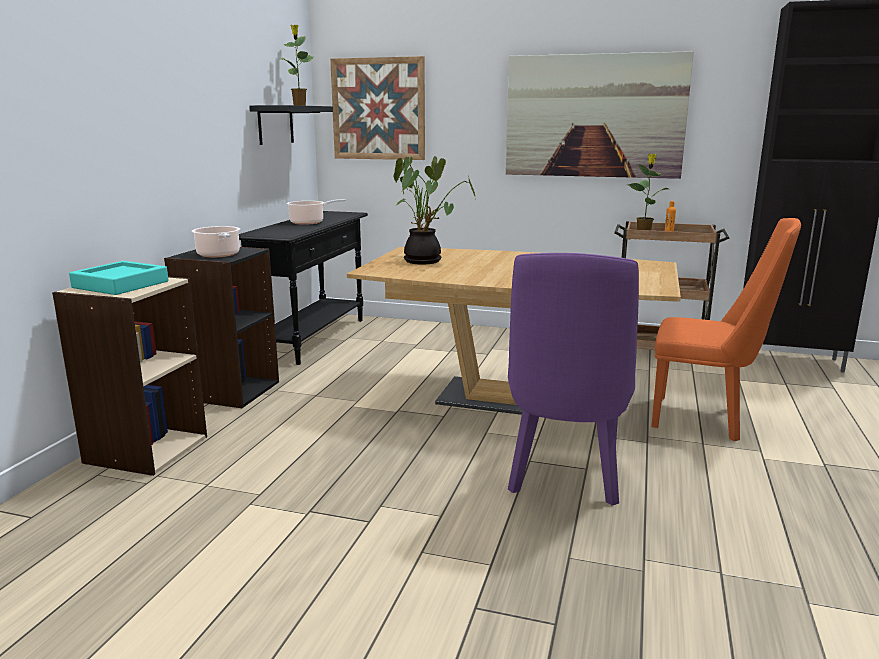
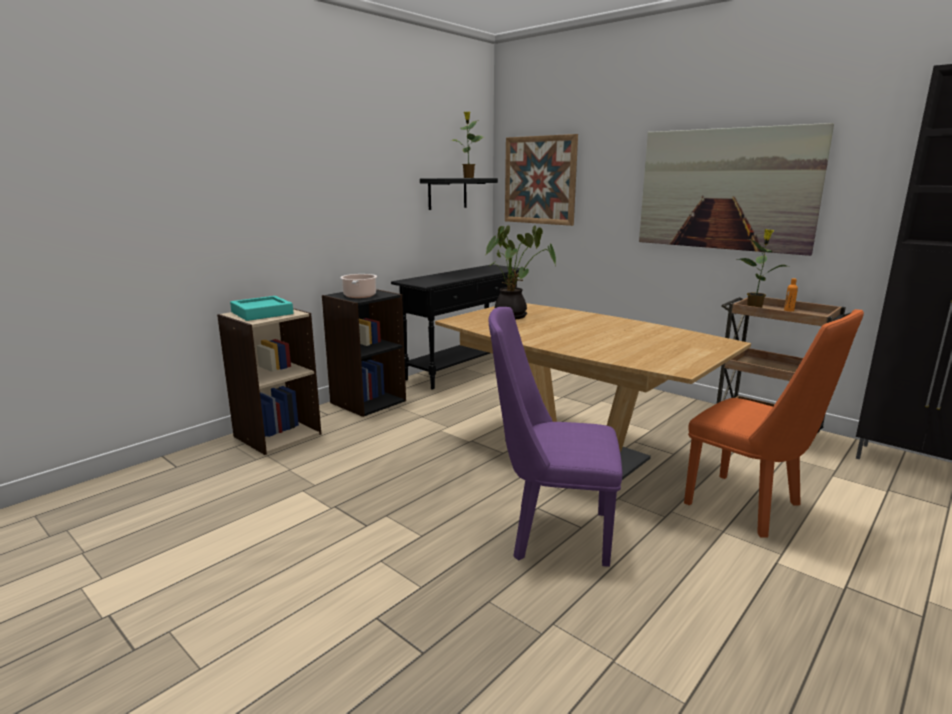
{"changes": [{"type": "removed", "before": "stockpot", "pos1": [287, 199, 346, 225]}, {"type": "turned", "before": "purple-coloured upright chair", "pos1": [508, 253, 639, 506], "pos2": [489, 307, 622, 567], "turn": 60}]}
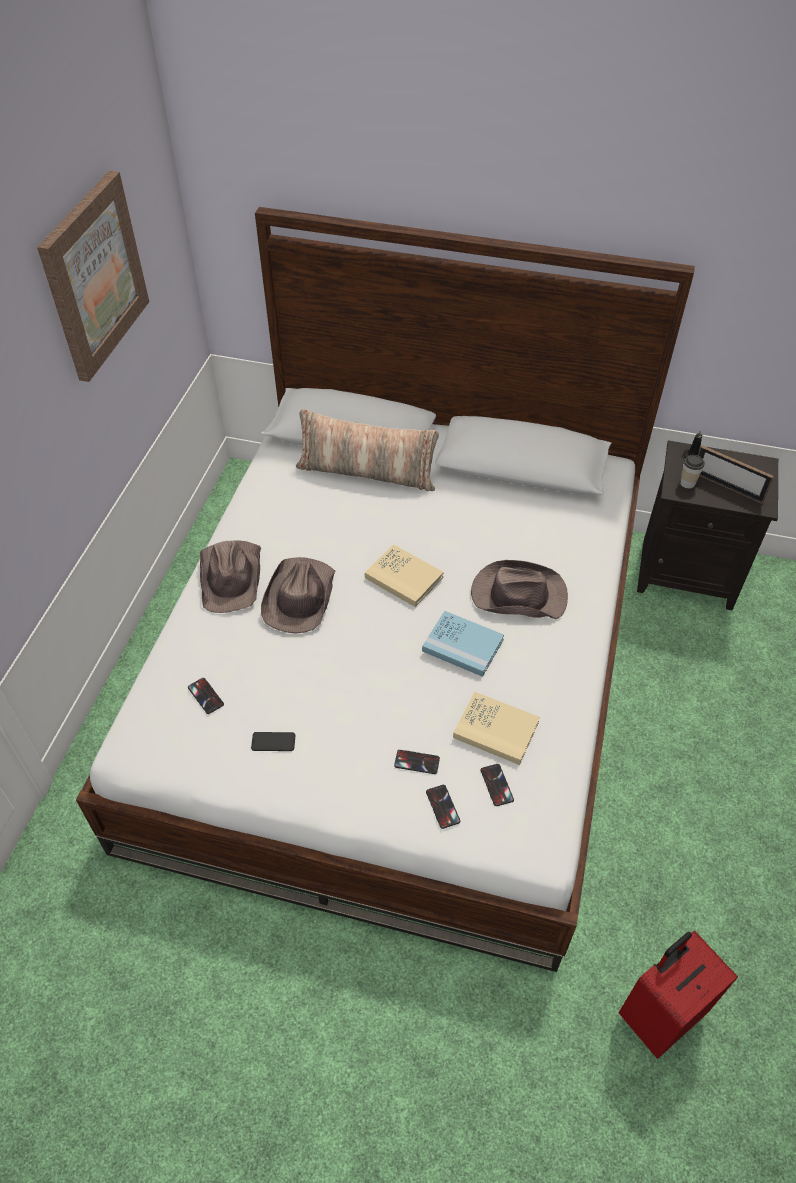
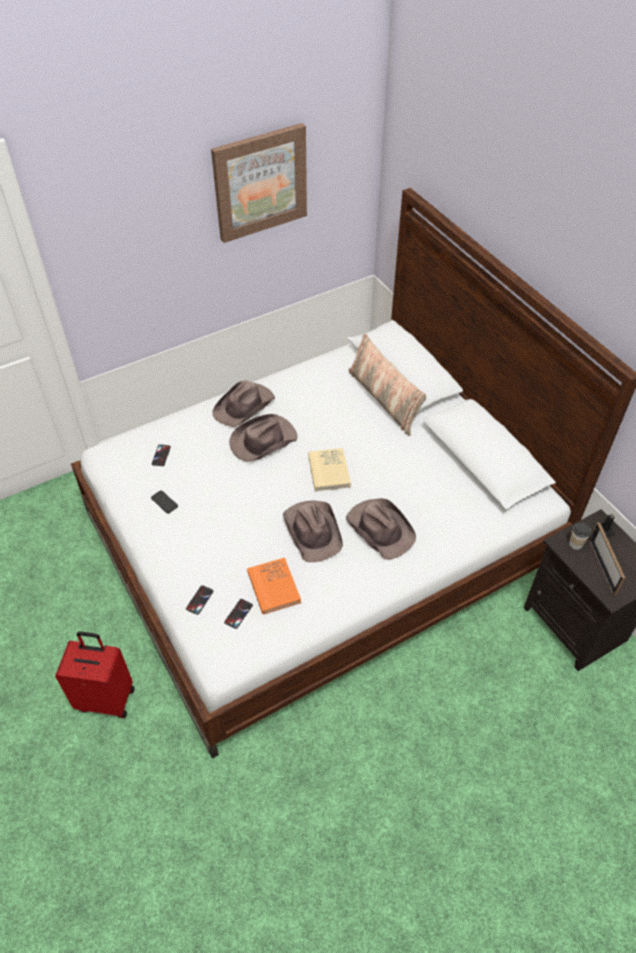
{"changes": [{"type": "removed", "before": "phone", "pos1": [394, 750, 440, 774]}, {"type": "moved", "before": "reddish piece of luggage", "pos1": [619, 931, 738, 1059], "pos2": [55, 631, 135, 718]}, {"type": "replaced", "before": "blue bound book", "after": "brown-coloured clothing hat", "pos1": [422, 611, 504, 677], "pos2": [283, 500, 343, 562]}, {"type": "recoloured", "before": "beige bound book", "after": "orange-coloured bound book", "pos1": [453, 692, 540, 765], "pos2": [247, 558, 301, 614]}]}
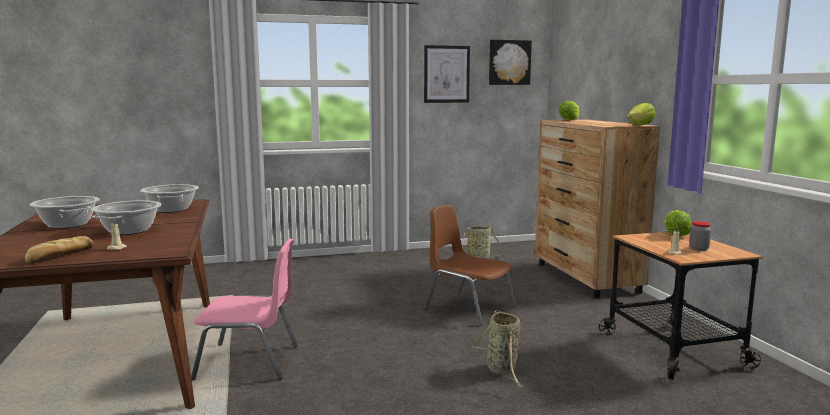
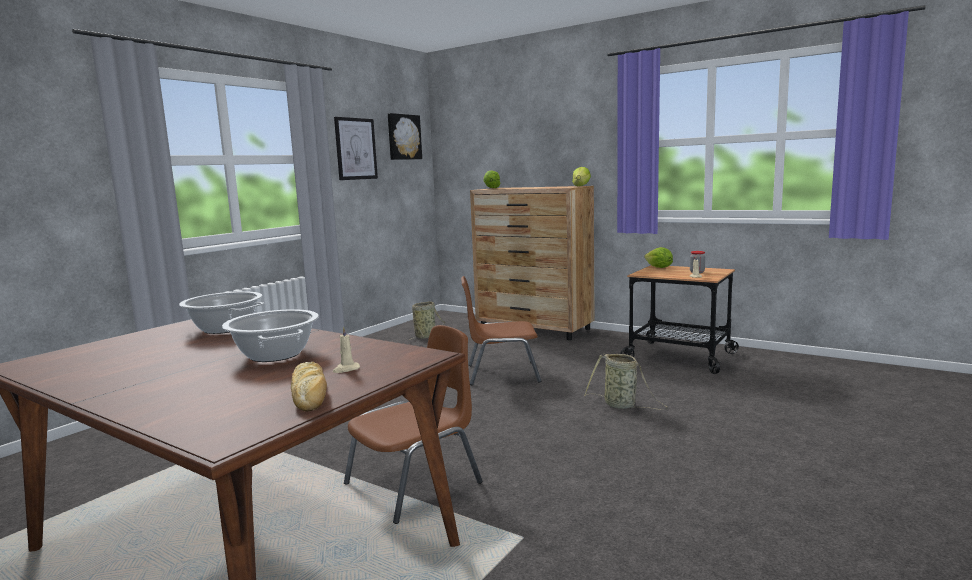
{"changes": [{"type": "removed", "before": "stockpot", "pos1": [30, 196, 100, 229]}, {"type": "recoloured", "before": "pinkish upright chair", "after": "brown-coloured upright chair", "pos1": [191, 239, 298, 380], "pos2": [344, 325, 482, 524]}]}
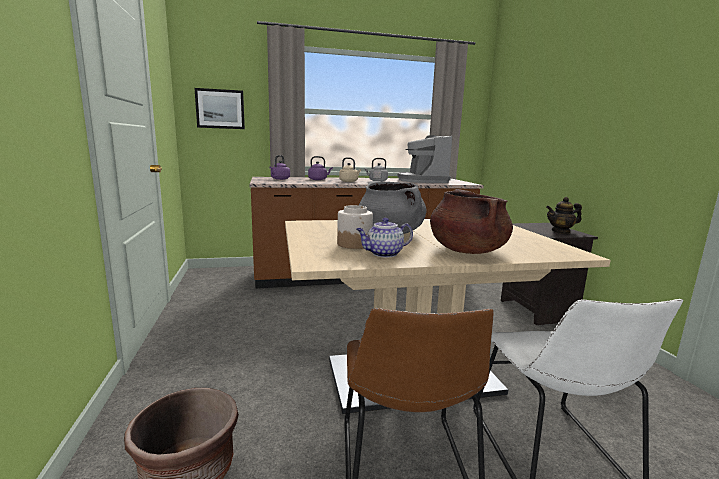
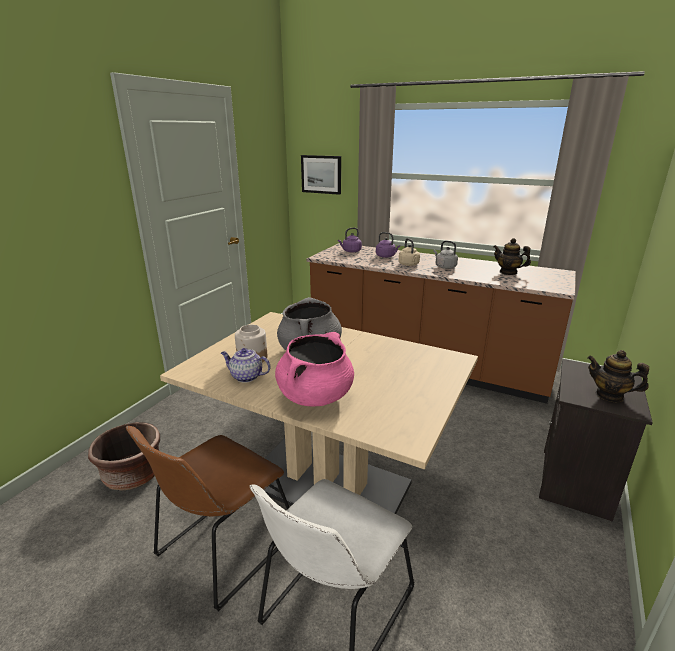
{"changes": [{"type": "replaced", "before": "coffee maker", "after": "teapot", "pos1": [397, 135, 452, 183], "pos2": [493, 238, 531, 275]}, {"type": "recoloured", "before": "brown-coloured stockpot", "after": "pinkish stockpot", "pos1": [430, 189, 513, 254], "pos2": [275, 332, 354, 407]}]}
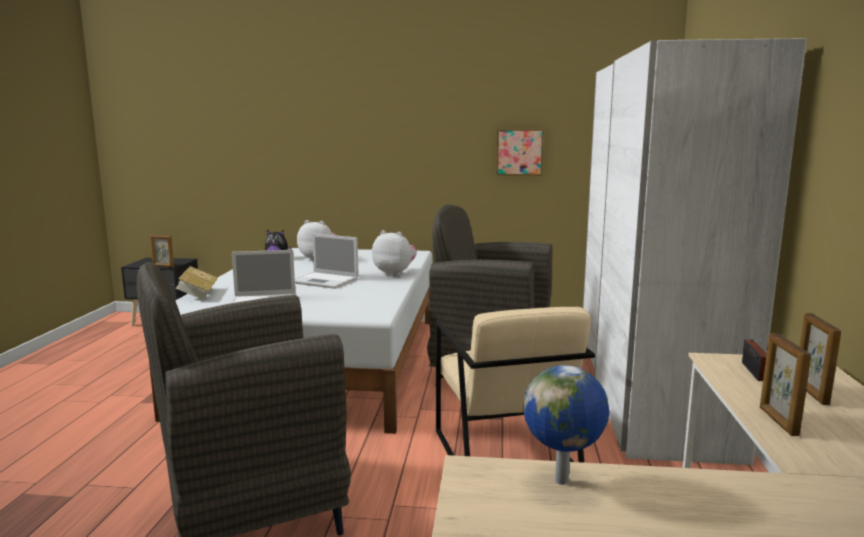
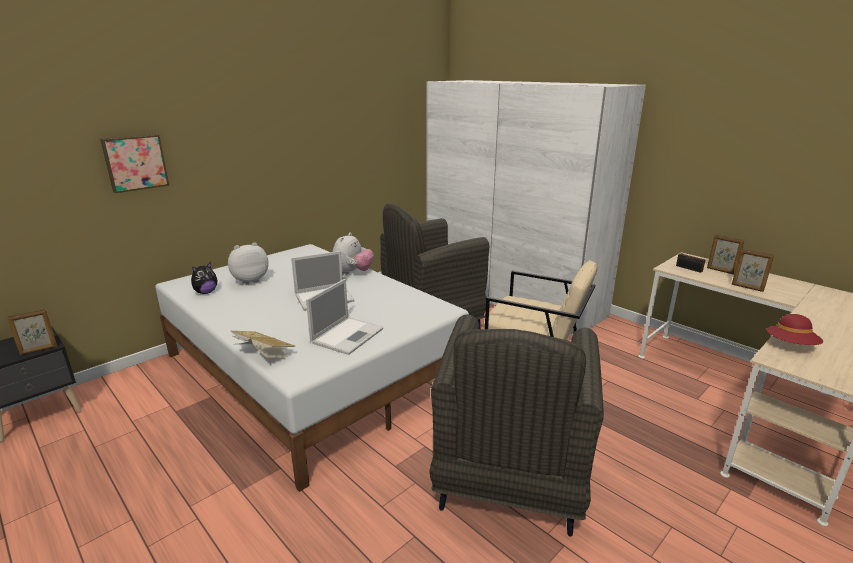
{"changes": [{"type": "moved", "before": "wall picture", "pos1": [496, 129, 544, 176], "pos2": [100, 134, 169, 193]}, {"type": "replaced", "before": "desk globe", "after": "reddish clothing hat", "pos1": [523, 365, 609, 485], "pos2": [767, 314, 823, 345]}, {"type": "turned", "before": "soft toy", "pos1": [372, 230, 417, 277], "pos2": [332, 233, 374, 275], "turn": 135}]}
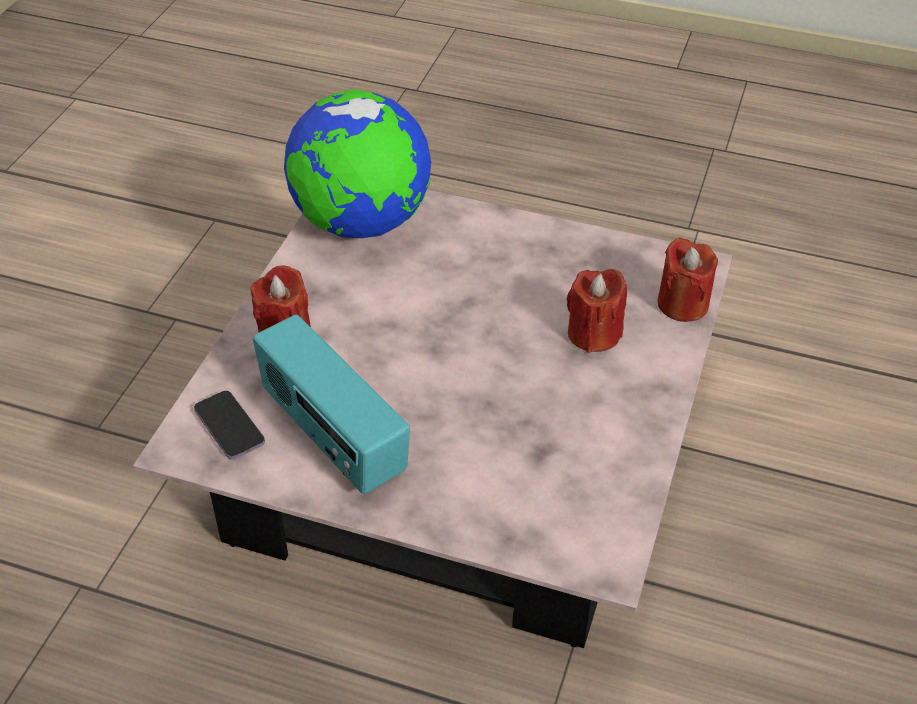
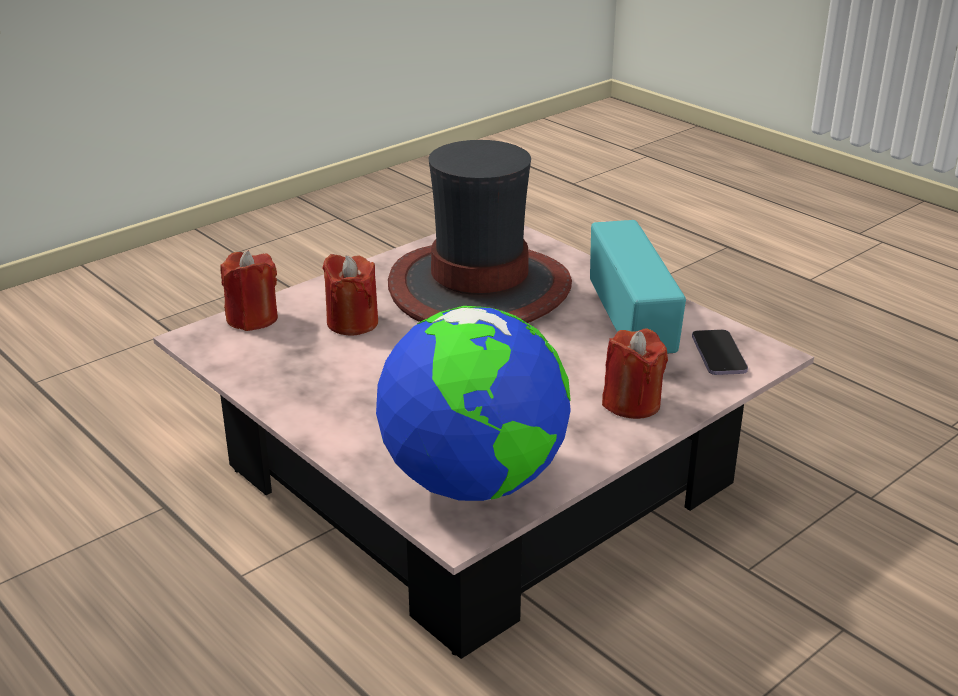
{"changes": [{"type": "added", "after": "clothing hat", "pos2": [388, 140, 572, 323]}]}
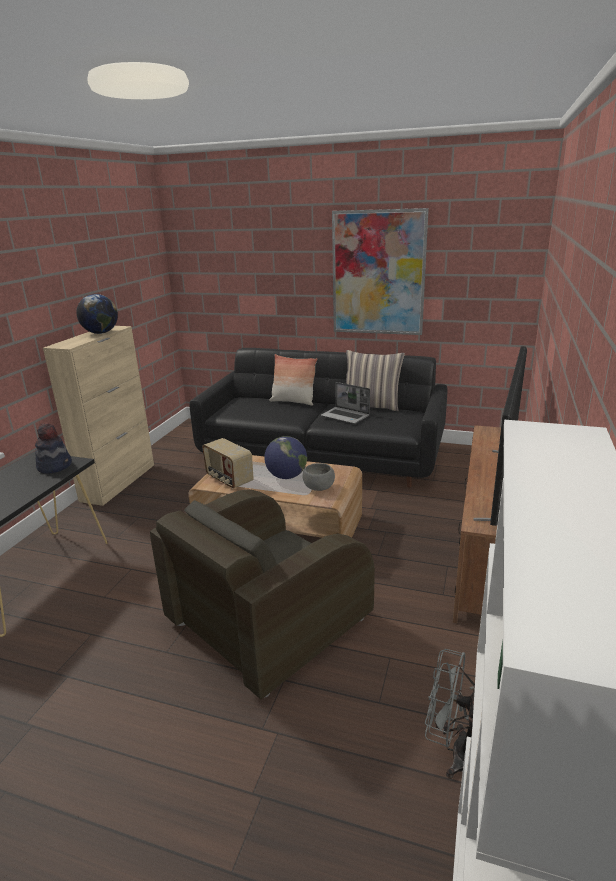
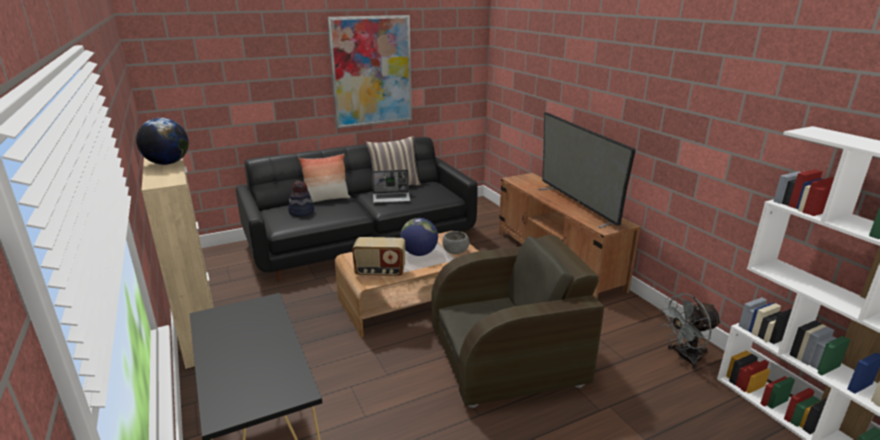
{"changes": [{"type": "moved", "before": "clothing hat", "pos1": [35, 423, 72, 474], "pos2": [288, 181, 314, 217]}, {"type": "turned", "before": "brown-coloured armchair", "pos1": [150, 489, 375, 699], "pos2": [432, 235, 604, 408], "turn": -105}]}
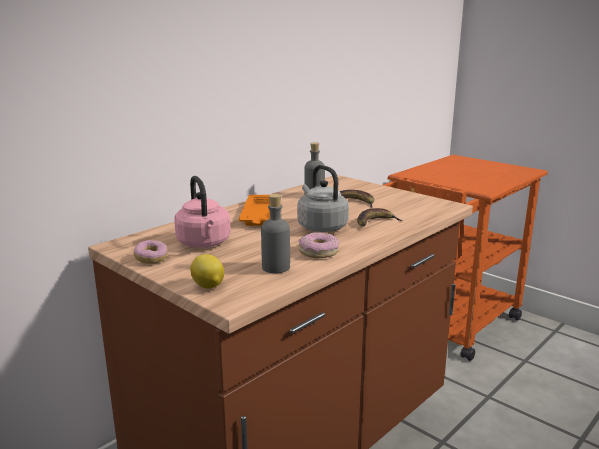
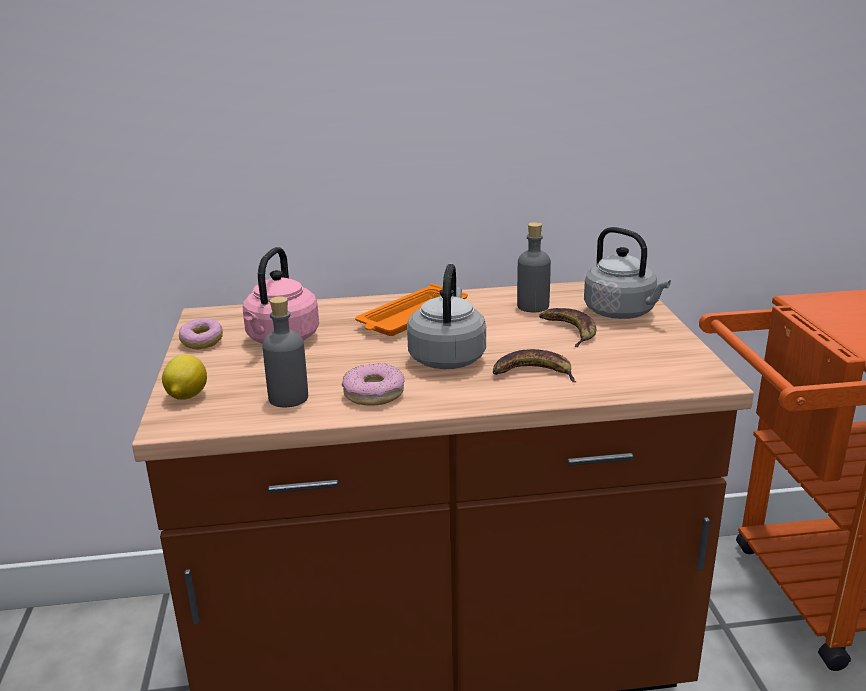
{"changes": [{"type": "added", "after": "gray kettle", "pos2": [584, 227, 671, 319]}]}
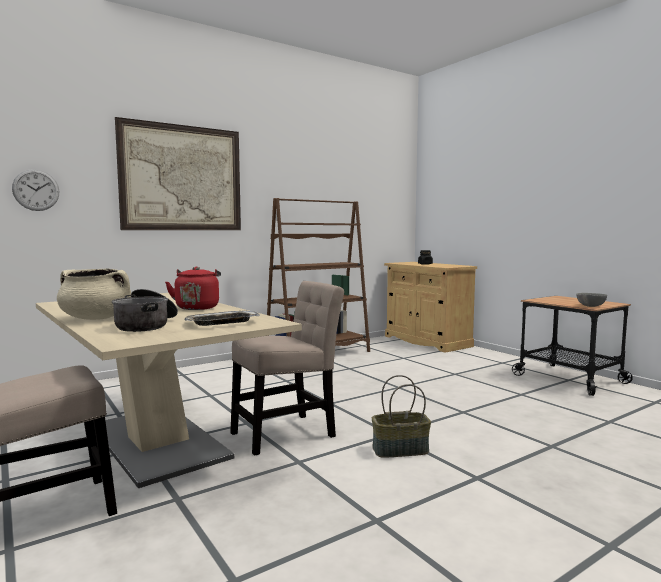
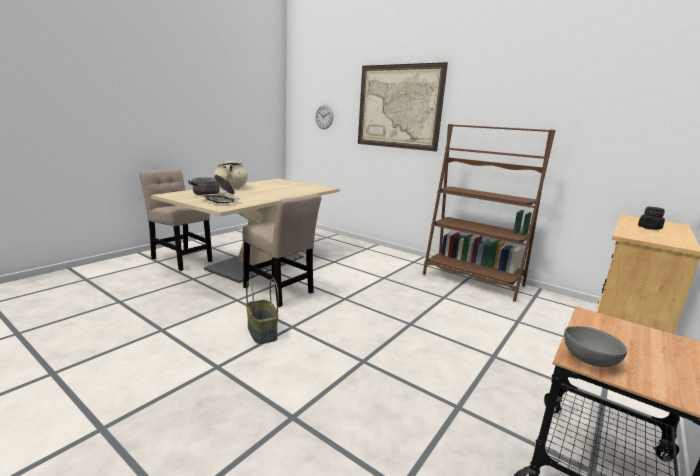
{"changes": [{"type": "removed", "before": "reddish kettle", "pos1": [165, 267, 221, 310]}]}
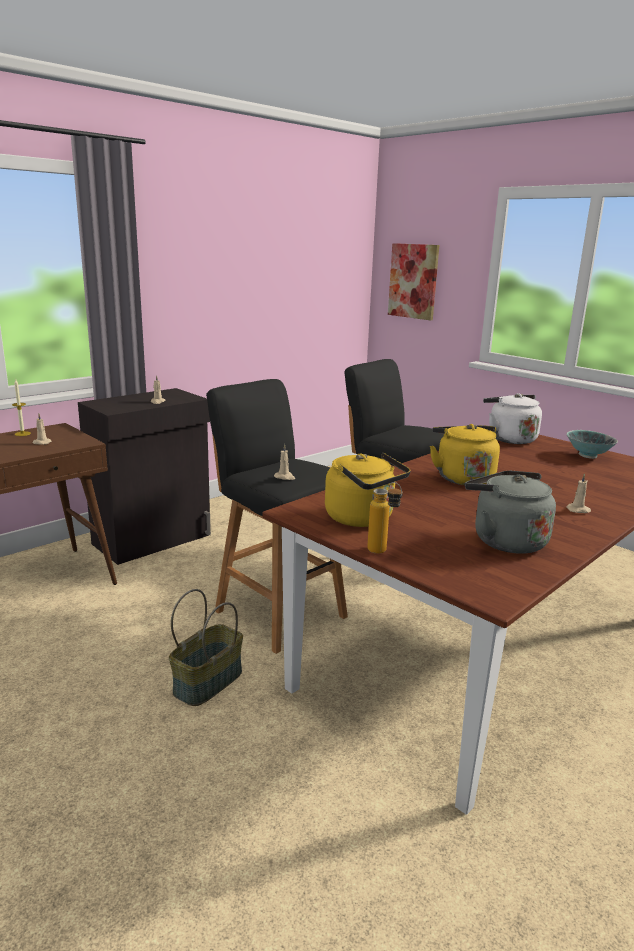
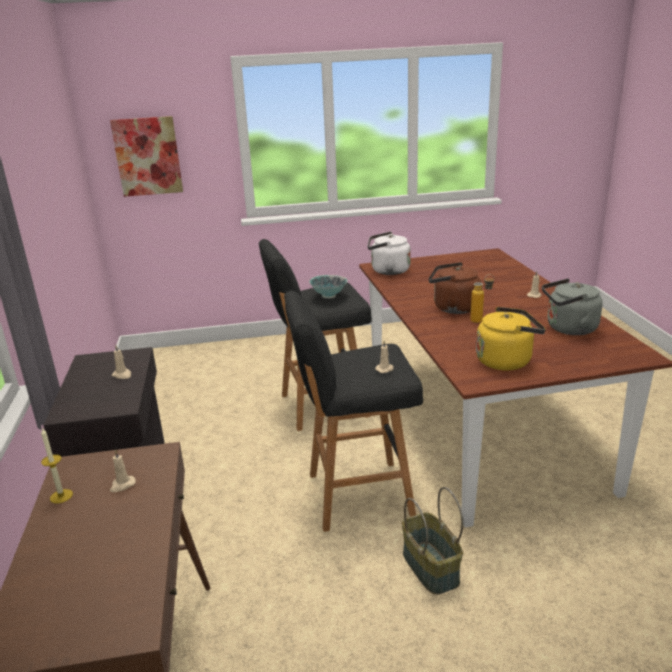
{"changes": [{"type": "moved", "before": "bottle", "pos1": [367, 482, 403, 554], "pos2": [470, 274, 494, 323]}, {"type": "moved", "before": "bowl", "pos1": [566, 430, 618, 459], "pos2": [309, 275, 348, 298]}, {"type": "recoloured", "before": "yellow-coloured kettle", "after": "brown-coloured kettle", "pos1": [430, 424, 500, 485], "pos2": [429, 262, 481, 314]}]}
